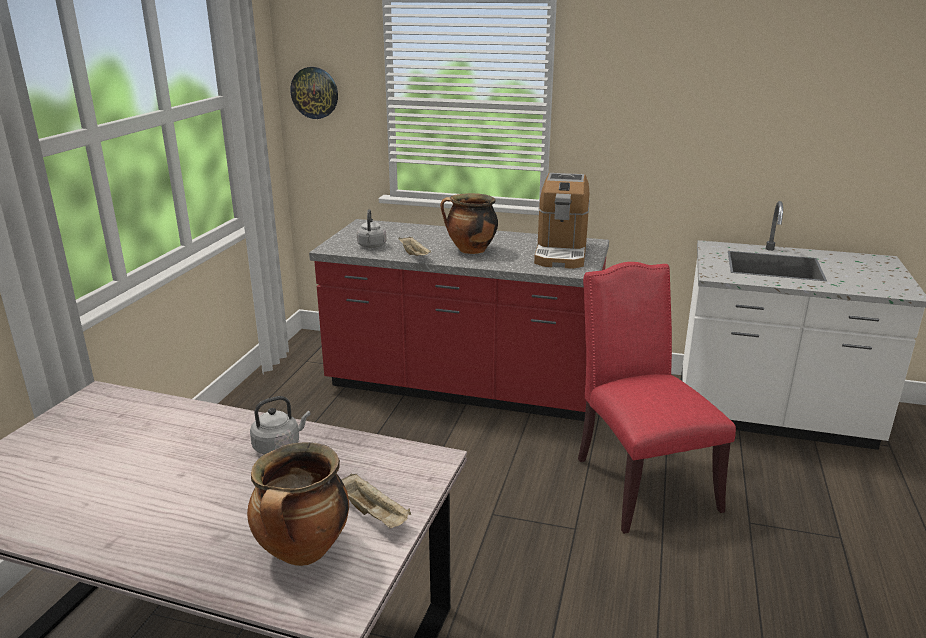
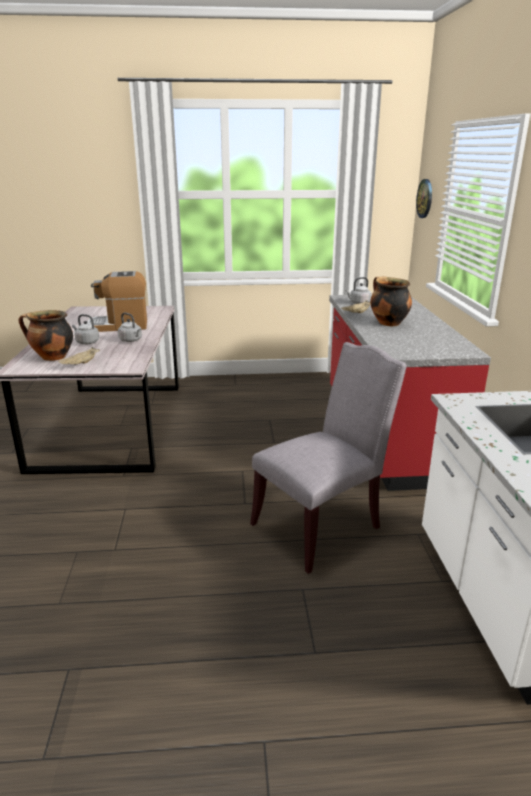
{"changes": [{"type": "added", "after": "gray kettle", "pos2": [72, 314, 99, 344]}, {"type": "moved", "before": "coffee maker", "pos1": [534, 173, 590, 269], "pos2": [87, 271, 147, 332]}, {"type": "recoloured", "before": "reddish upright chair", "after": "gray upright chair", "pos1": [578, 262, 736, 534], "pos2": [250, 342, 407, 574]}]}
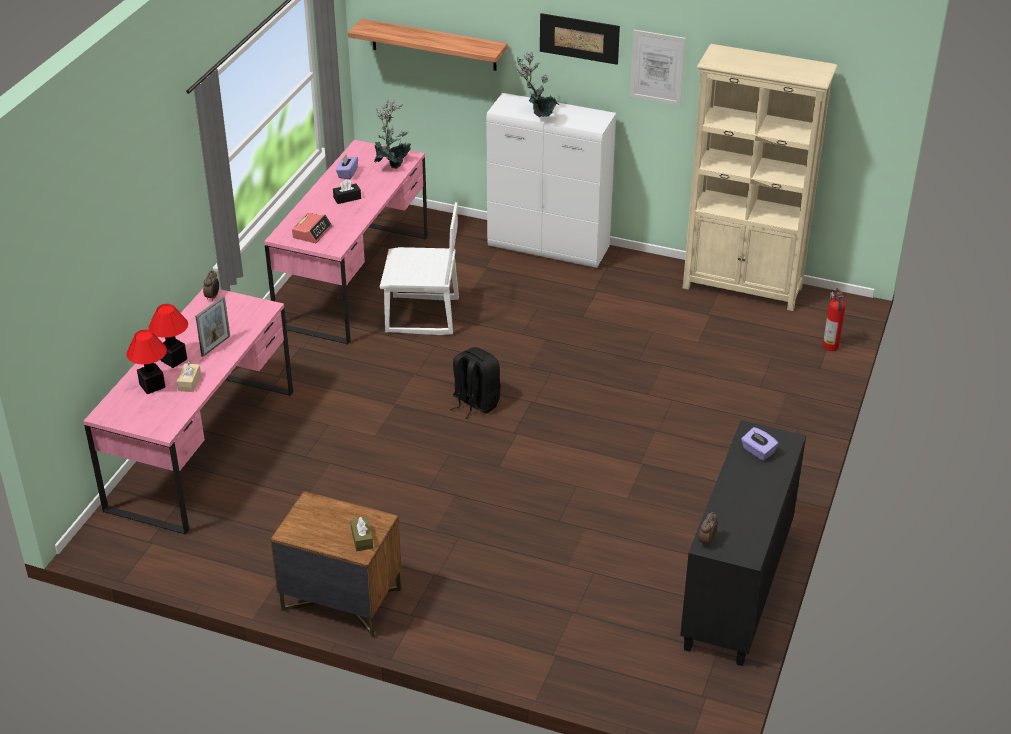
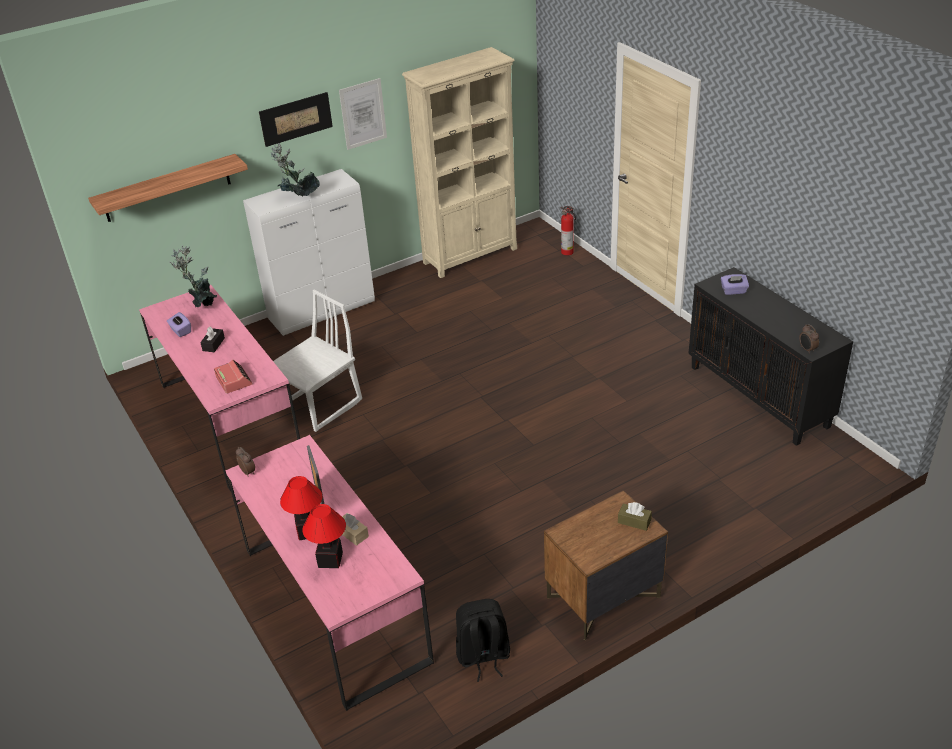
{"changes": [{"type": "moved", "before": "black knapsack", "pos1": [450, 347, 501, 419], "pos2": [456, 599, 510, 682]}]}
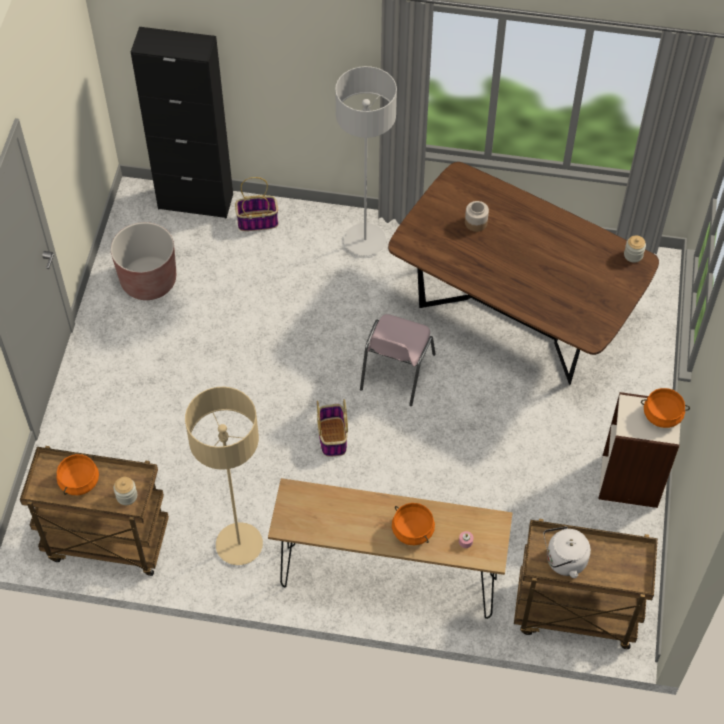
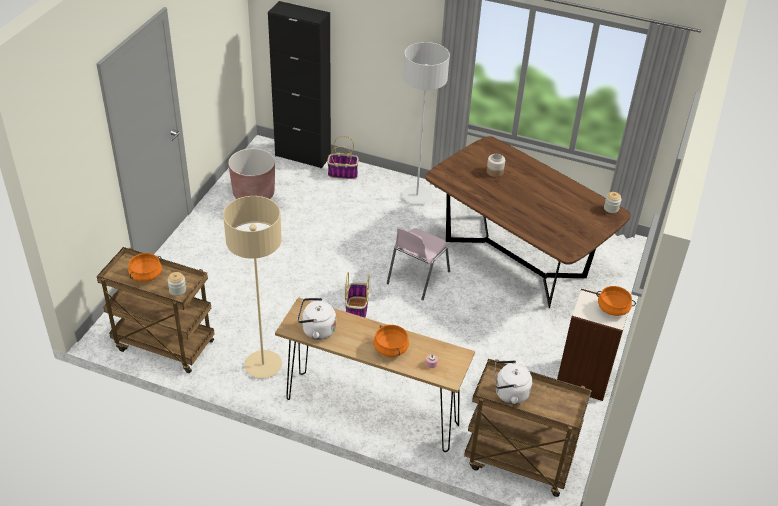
{"changes": [{"type": "added", "after": "white kettle", "pos2": [297, 298, 336, 340]}]}
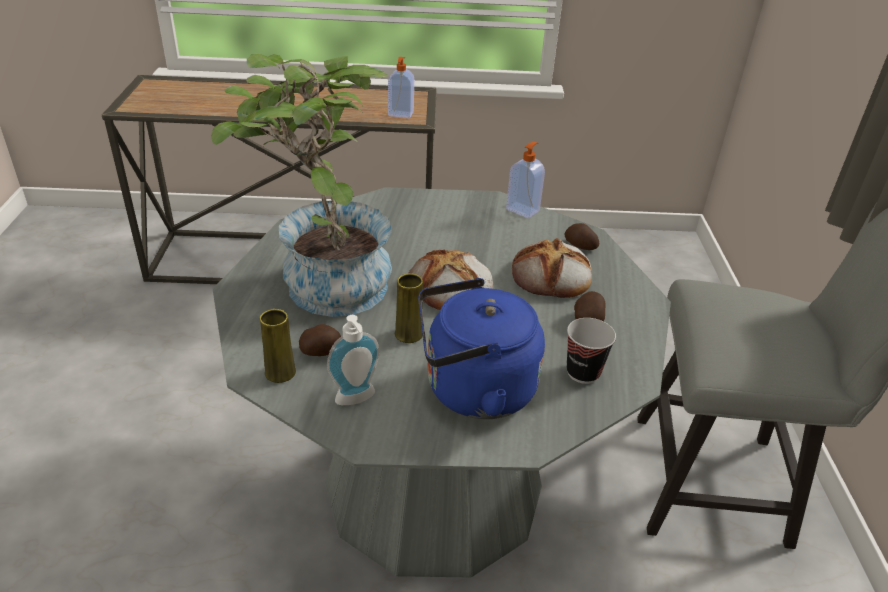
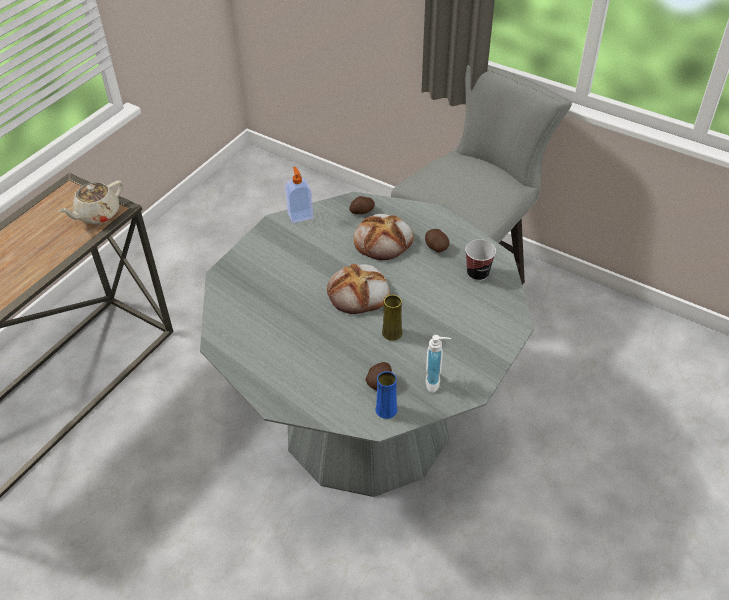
{"changes": [{"type": "removed", "before": "houseplant", "pos1": [211, 54, 392, 317]}, {"type": "removed", "before": "blue kettle", "pos1": [418, 278, 545, 419]}, {"type": "replaced", "before": "soap dispenser", "after": "beige teapot", "pos1": [388, 57, 414, 119], "pos2": [58, 181, 123, 224]}, {"type": "recoloured", "before": "yellow-coloured flower vase", "after": "blue flower vase", "pos1": [260, 309, 296, 383], "pos2": [376, 371, 397, 419]}]}
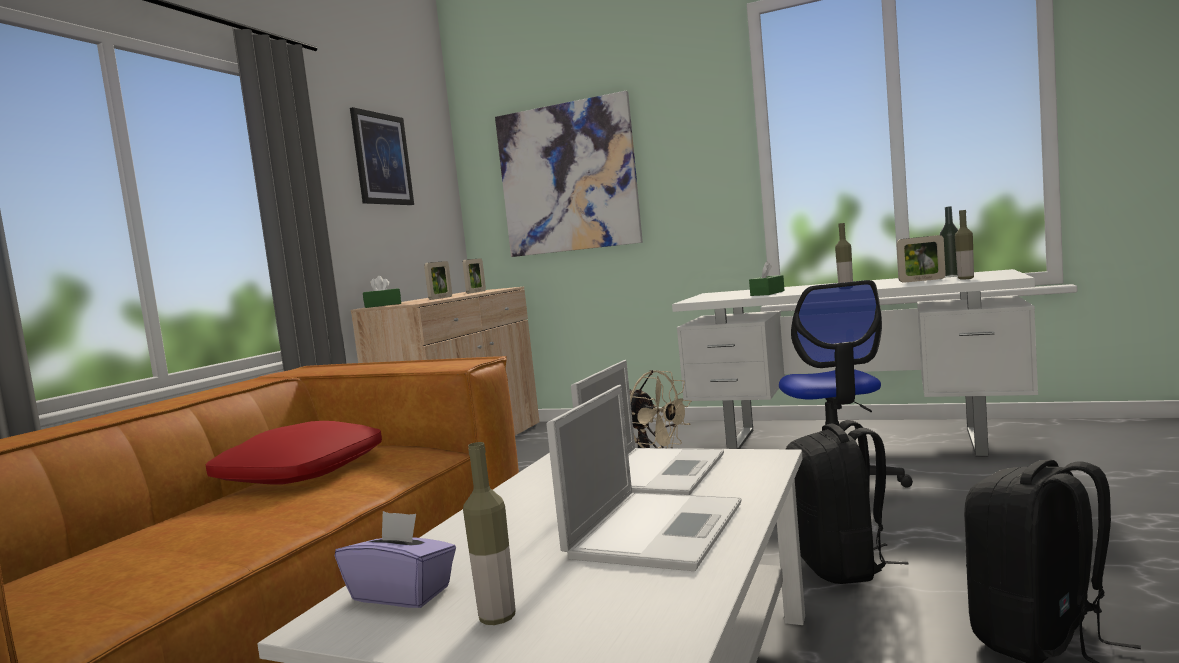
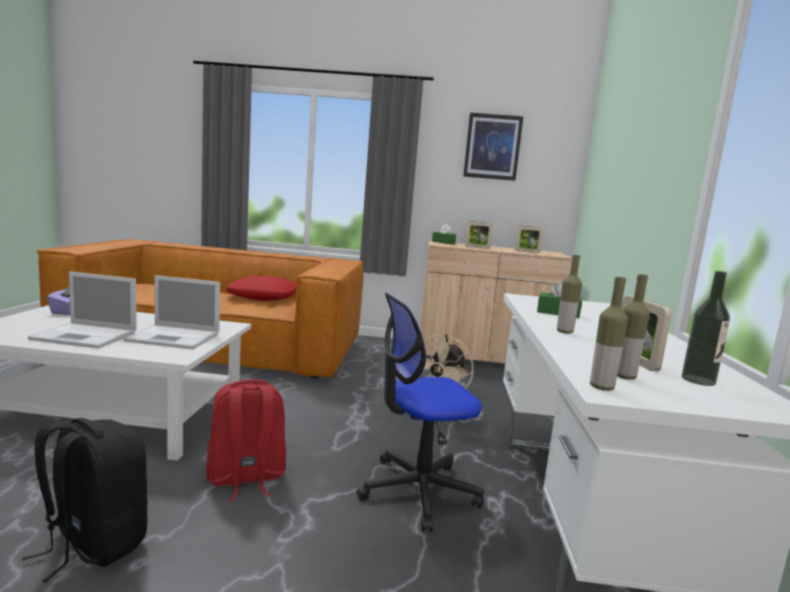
{"changes": [{"type": "removed", "before": "wall picture", "pos1": [495, 91, 643, 257]}, {"type": "moved", "before": "bottle", "pos1": [463, 442, 516, 625], "pos2": [590, 277, 628, 391]}, {"type": "recoloured", "before": "black knapsack", "after": "reddish knapsack", "pos1": [786, 420, 909, 584], "pos2": [206, 379, 286, 502]}]}
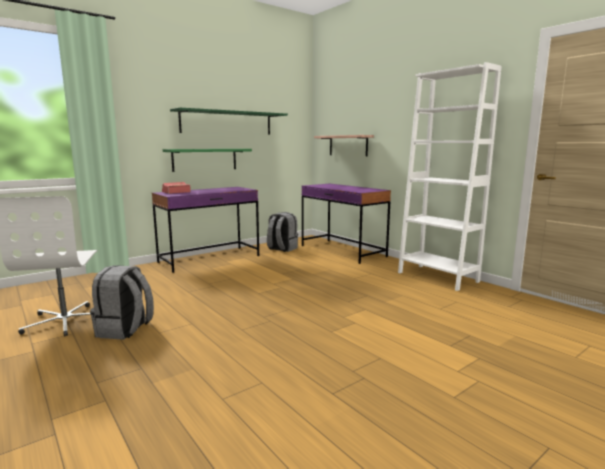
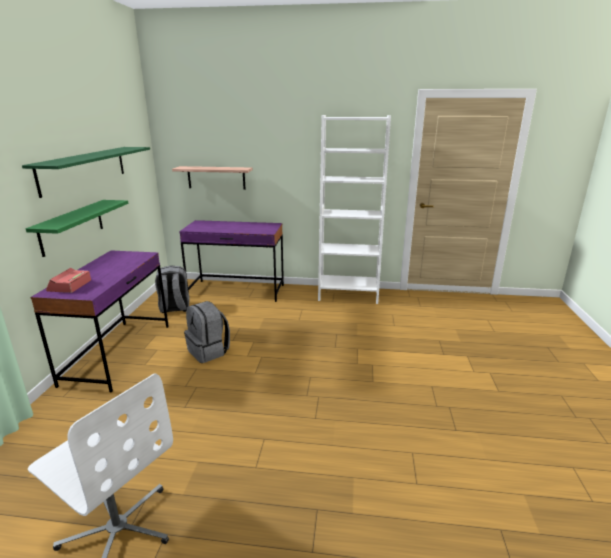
{"changes": [{"type": "moved", "before": "gray knapsack", "pos1": [90, 265, 154, 340], "pos2": [184, 301, 230, 363]}]}
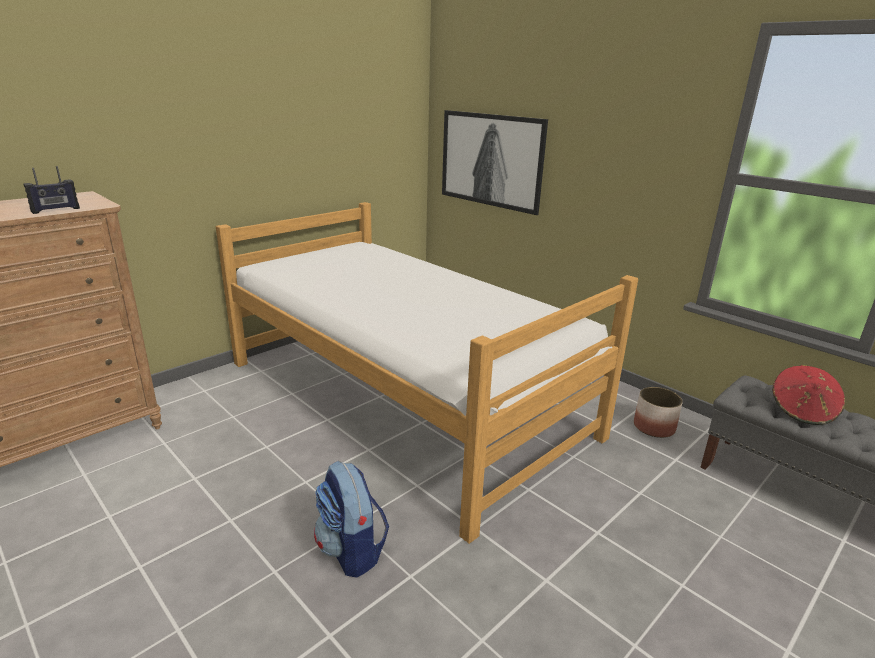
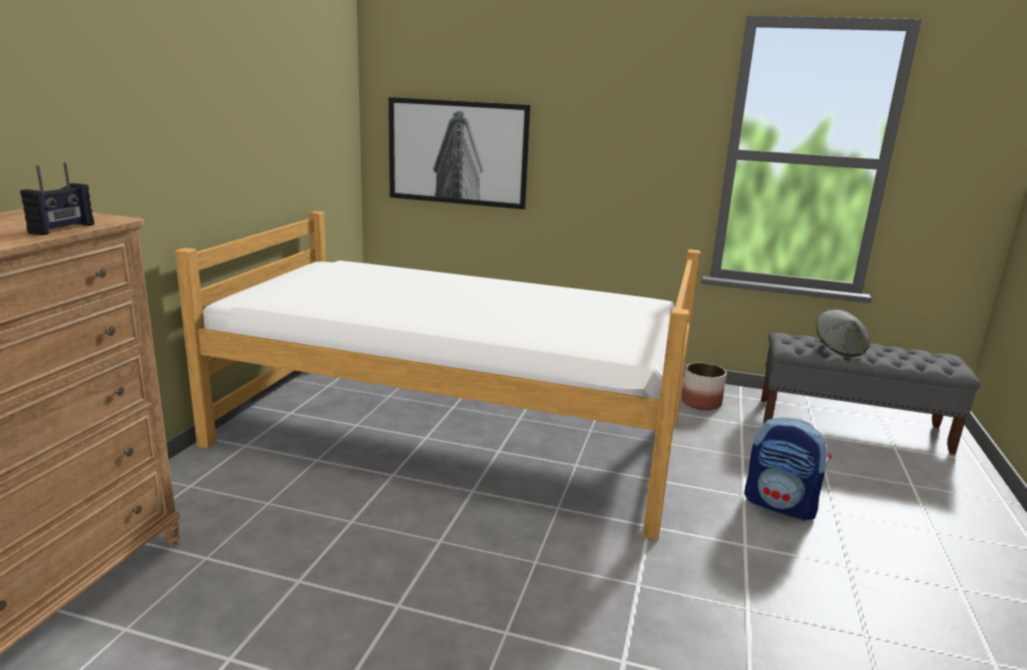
{"changes": [{"type": "moved", "before": "knapsack", "pos1": [314, 460, 389, 578], "pos2": [744, 417, 832, 521]}, {"type": "recoloured", "before": "reddish clothing hat", "after": "gray clothing hat", "pos1": [772, 365, 845, 425], "pos2": [816, 310, 870, 357]}]}
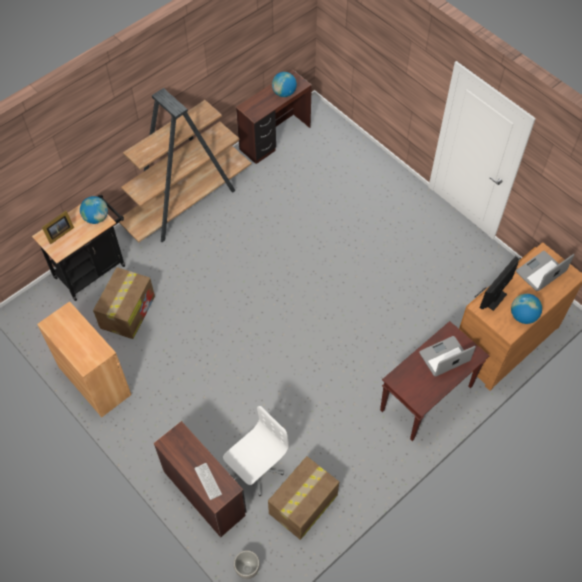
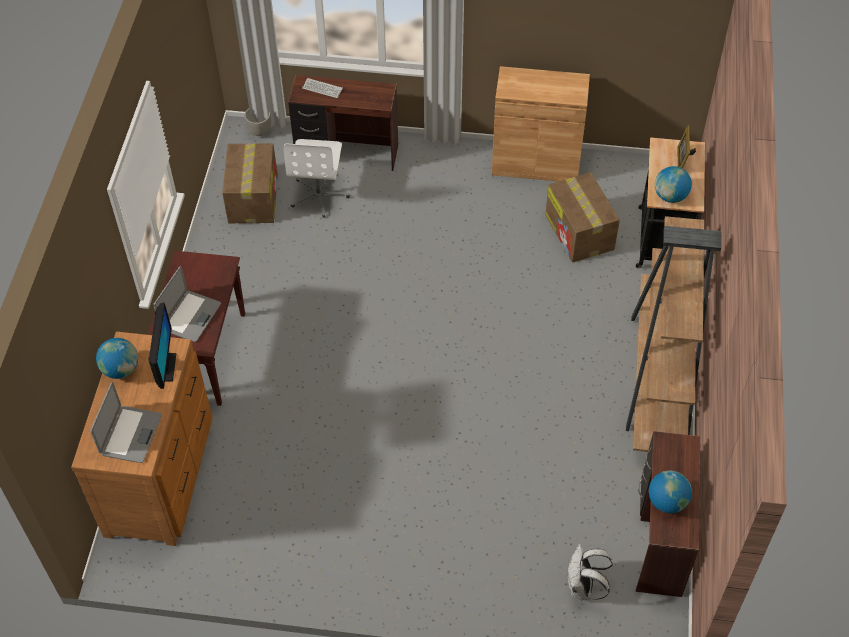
{"changes": [{"type": "added", "after": "white knapsack", "pos2": [567, 544, 613, 600]}]}
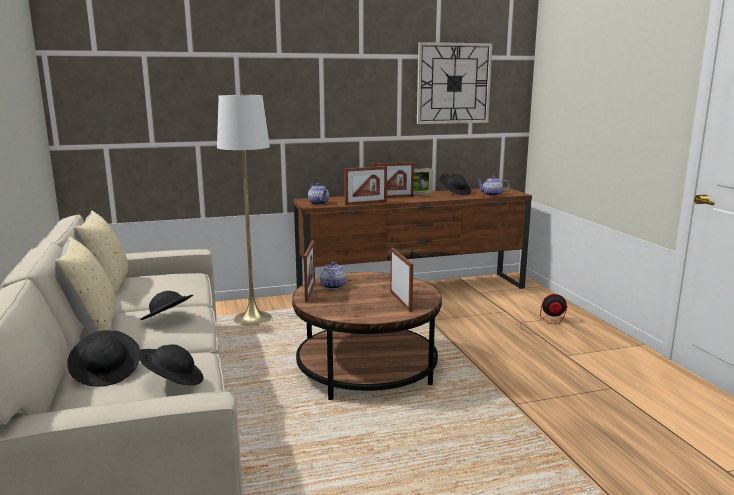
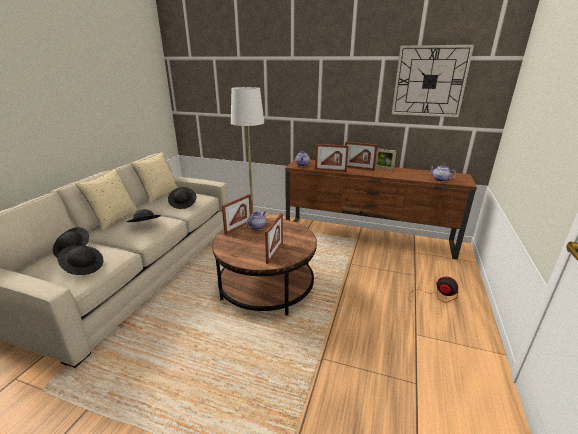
{"changes": [{"type": "moved", "before": "black clothing hat", "pos1": [440, 174, 471, 196], "pos2": [168, 187, 197, 209]}]}
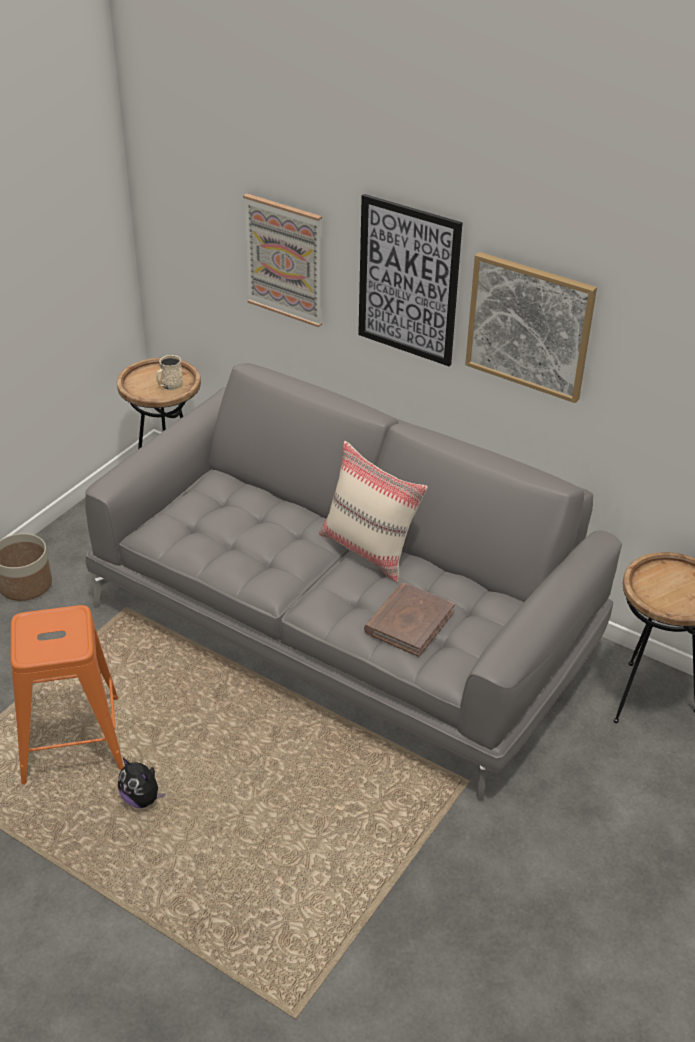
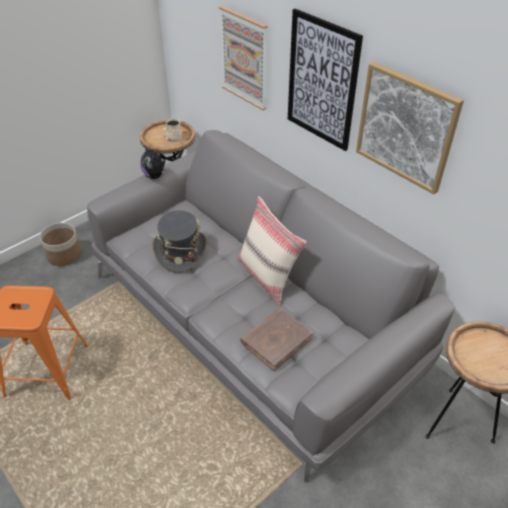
{"changes": [{"type": "added", "after": "gray clothing hat", "pos2": [153, 210, 207, 273]}, {"type": "moved", "before": "soft toy", "pos1": [118, 758, 165, 808], "pos2": [141, 145, 167, 179]}]}
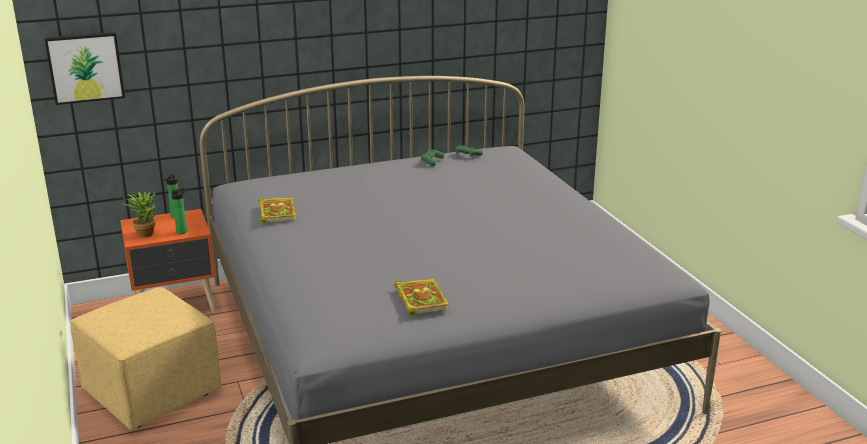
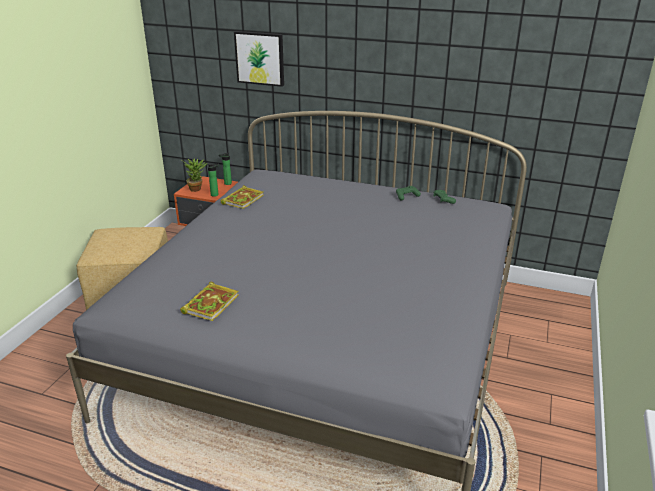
{"changes": [{"type": "moved", "before": "wall picture", "pos1": [45, 32, 125, 105], "pos2": [234, 31, 284, 87]}]}
